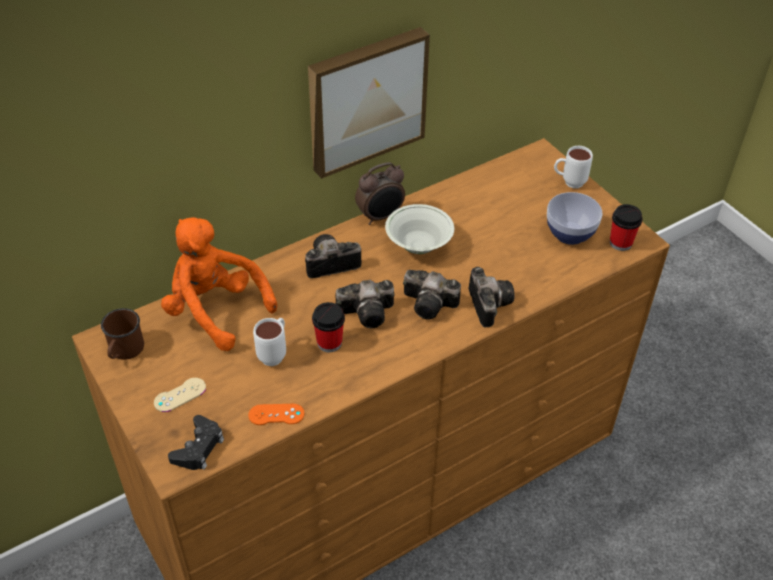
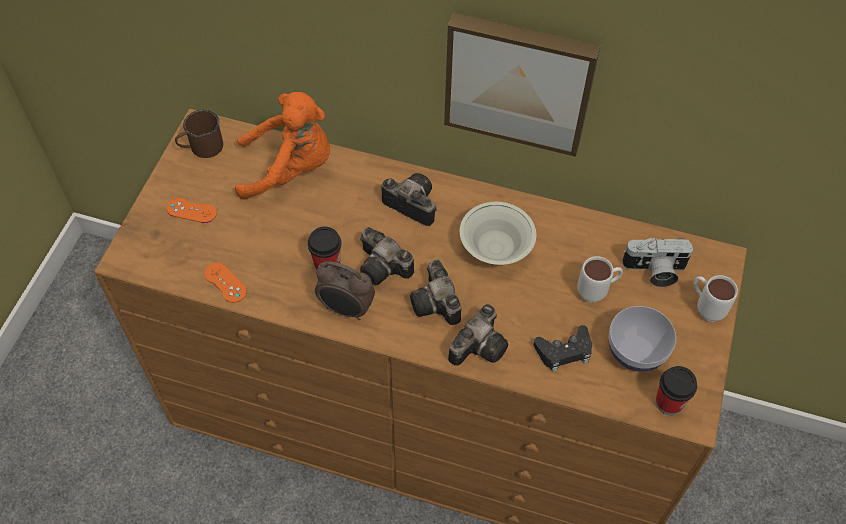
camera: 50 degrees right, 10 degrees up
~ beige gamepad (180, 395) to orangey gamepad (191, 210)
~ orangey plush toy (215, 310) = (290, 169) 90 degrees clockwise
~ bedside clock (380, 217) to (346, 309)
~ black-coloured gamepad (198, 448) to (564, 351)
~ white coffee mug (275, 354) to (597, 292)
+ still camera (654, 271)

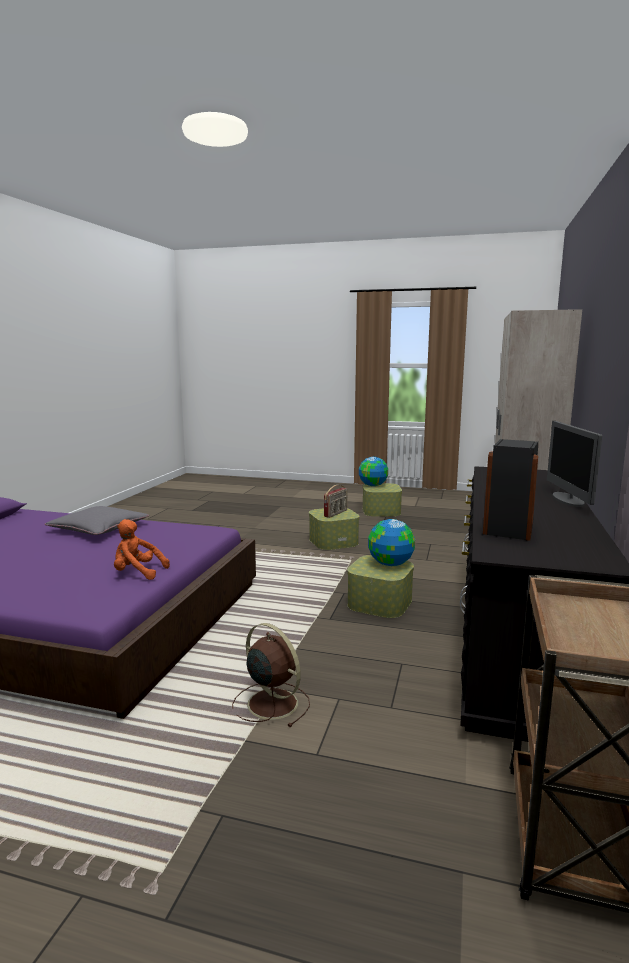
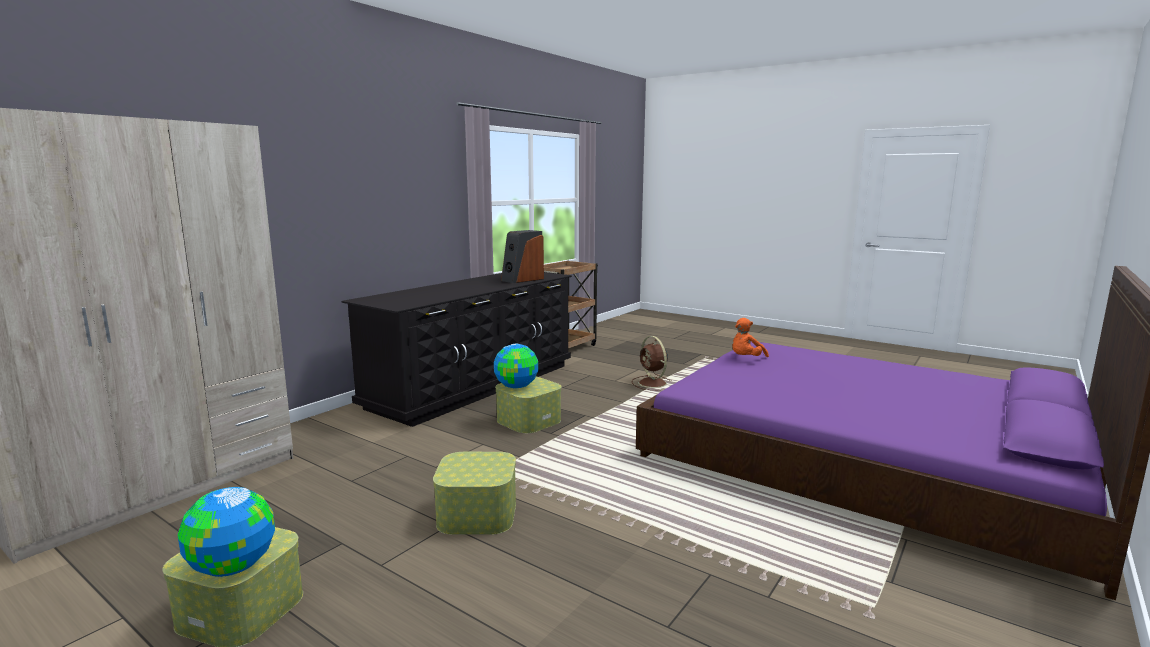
camera: 160 degrees left, 0 degrees up
~ orangey plush toy (137, 573) = (746, 359) 105 degrees clockwise
- greyish cushion (99, 528)
- radio (336, 513)
- monitor (568, 500)

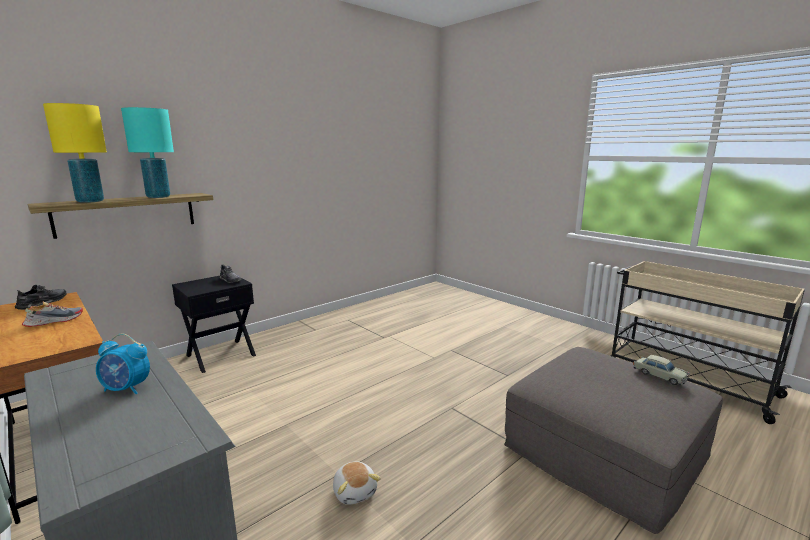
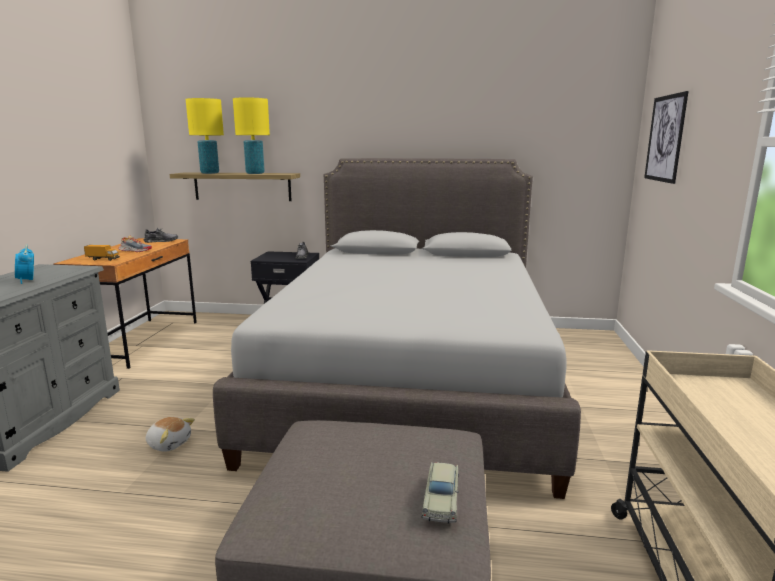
camera: 50 degrees right, 0 degrees up
+ toy truck (103, 259)
~ plush toy (355, 491) = (169, 443) 90 degrees counterclockwise
+ greyish sleeping bed (411, 380)
~ blue-green lamp for a table (158, 197) to yellow-coloured lamp for a table (255, 173)
+ wall art (665, 138)

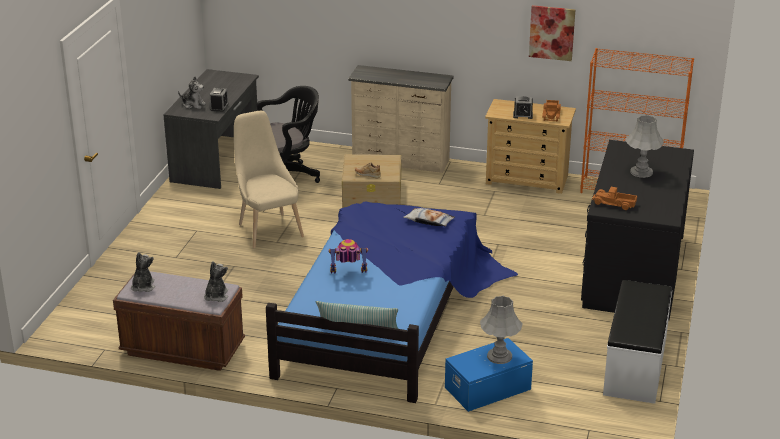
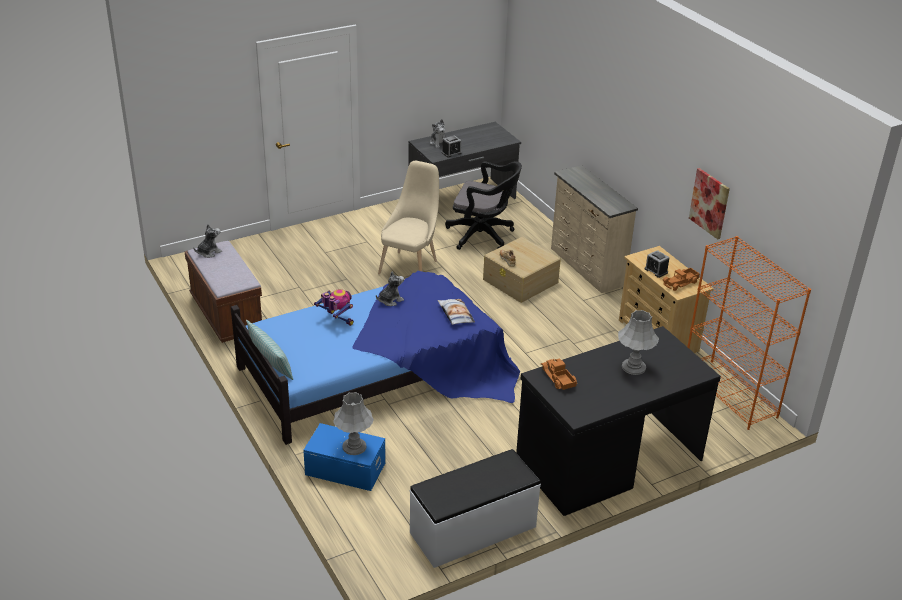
camera: 45 degrees right, 5 degrees up
~ plush toy (216, 296) to (390, 300)

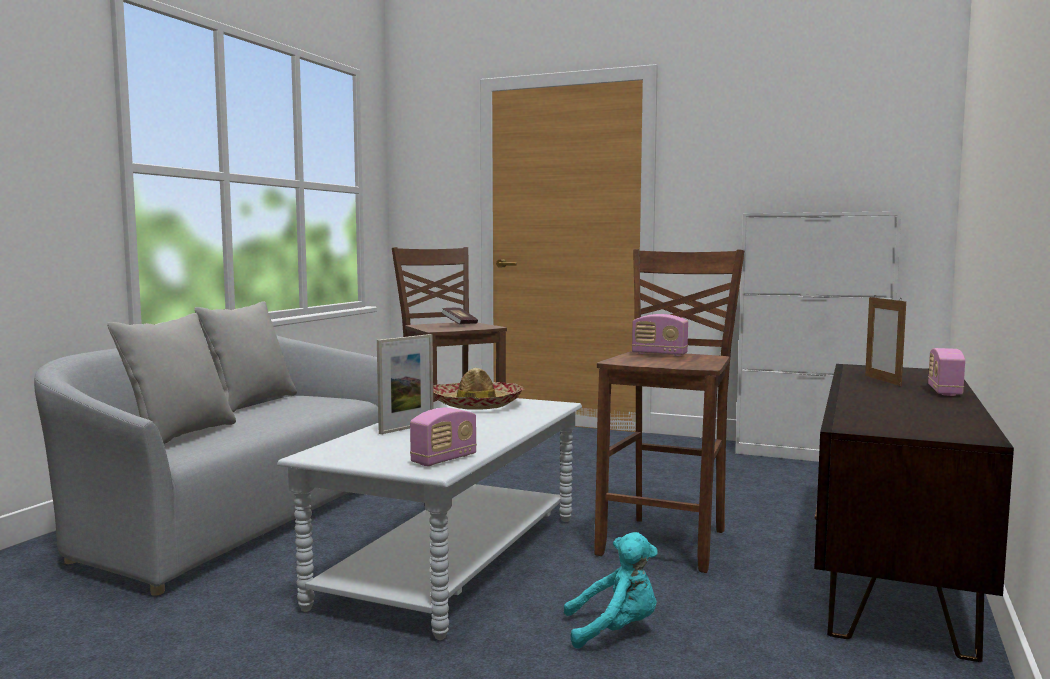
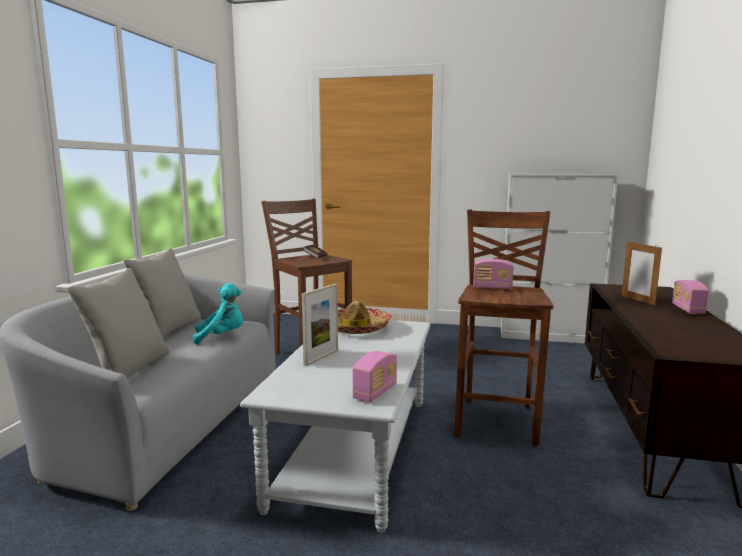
camera: 10 degrees left, 5 degrees up
~ blue-green plush toy (615, 630) to (222, 336)

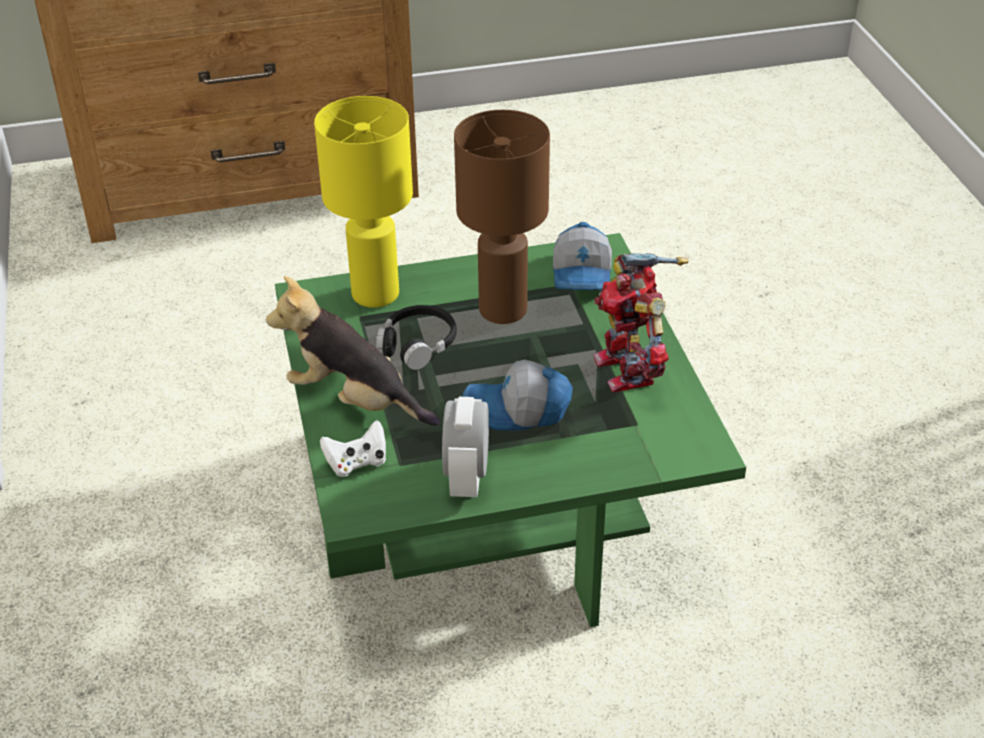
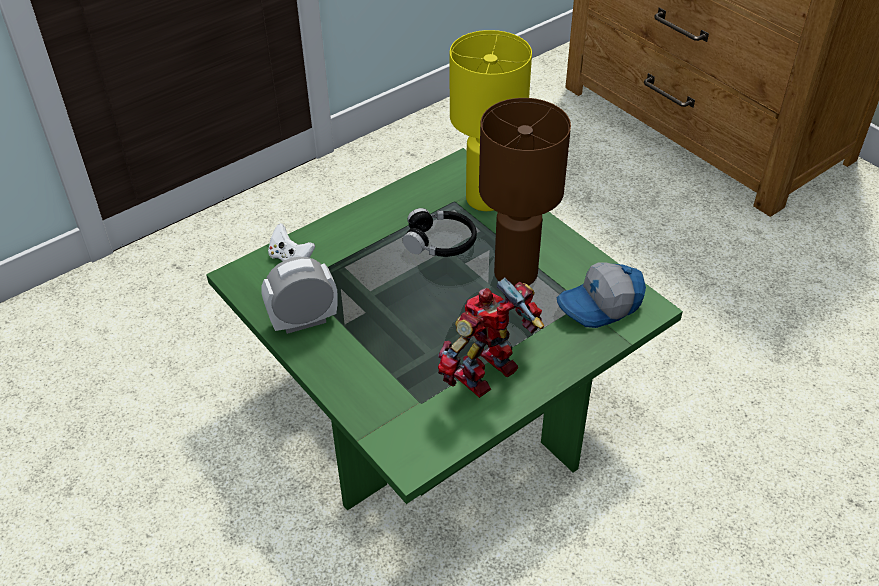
camera: 65 degrees right, 5 degrees up
- plush toy (354, 401)
- cap (518, 411)

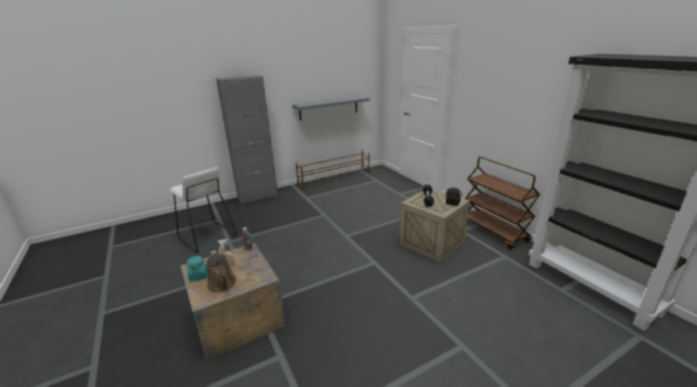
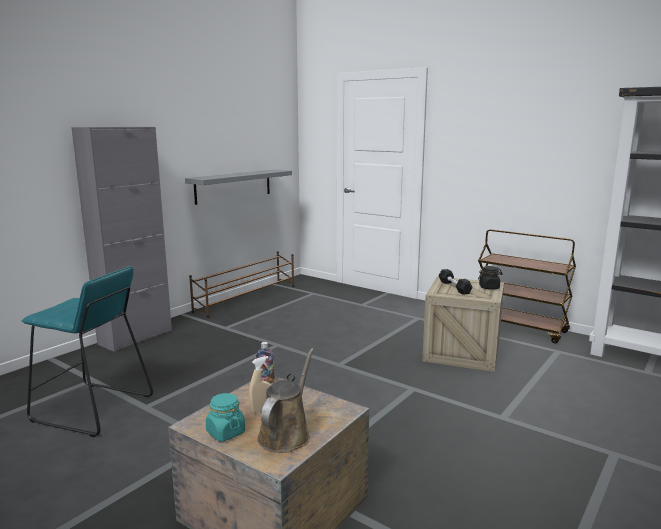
camera: 25 degrees left, 10 degrees down
~ white sitting stool (206, 237) to blue-green sitting stool (92, 409)
~ brown sprinkling can (222, 285) = (286, 434) 105 degrees counterclockwise

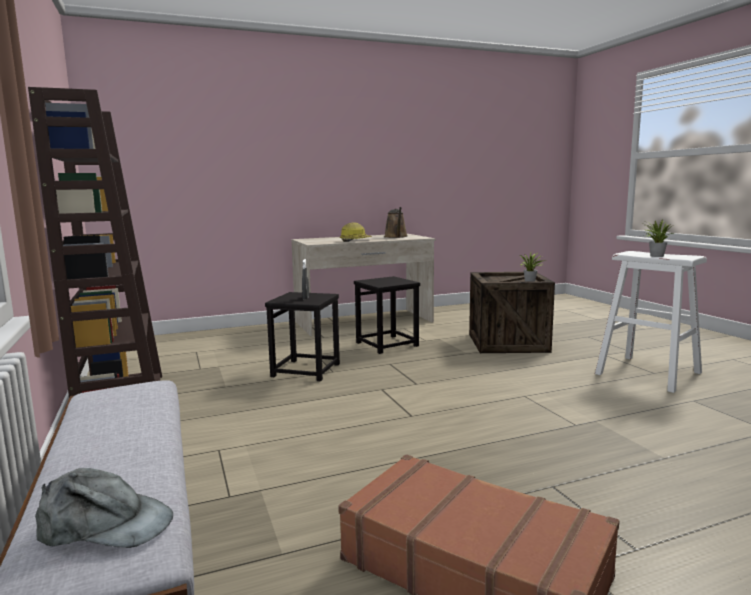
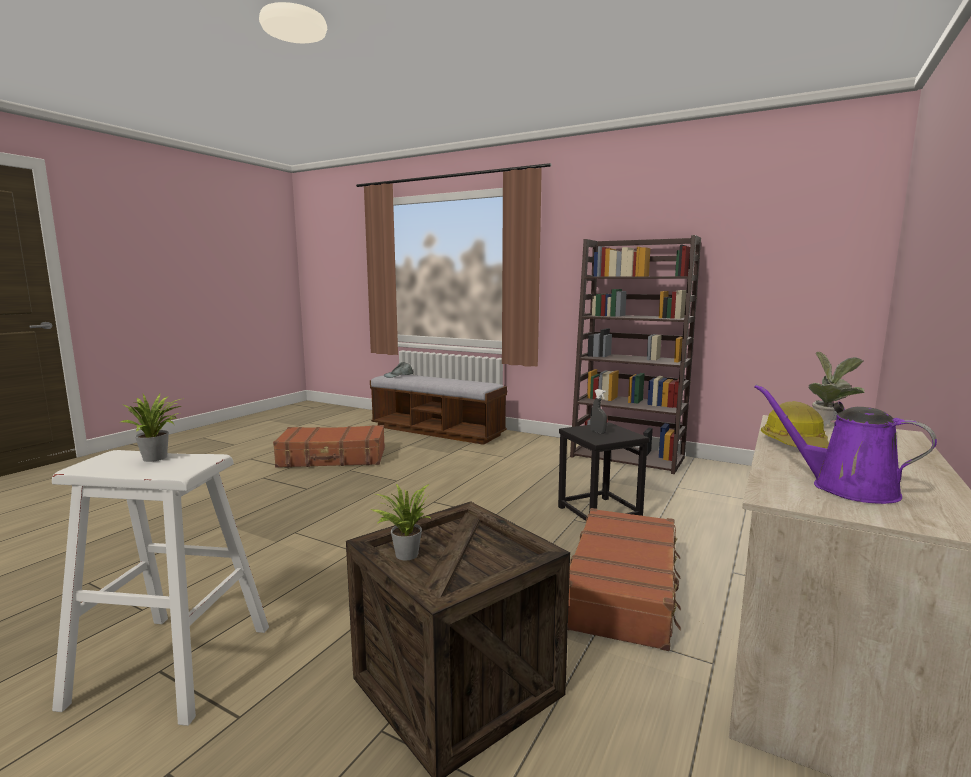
camera: 140 degrees right, 0 degrees up
~ black-coloured sitting stool (387, 344) to brown travel case (624, 589)
~ brown sprinkling can (396, 237) to purplish sprinkling can (845, 487)
+ plant in a pot (829, 426)

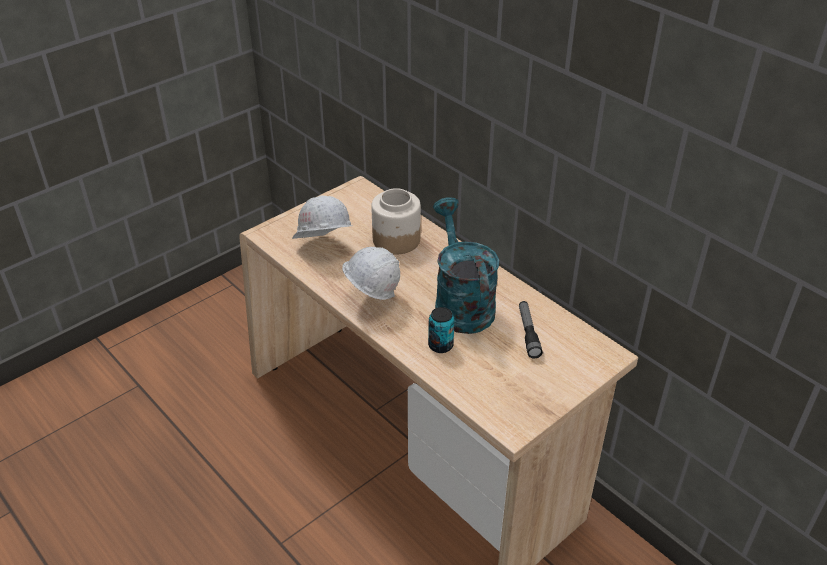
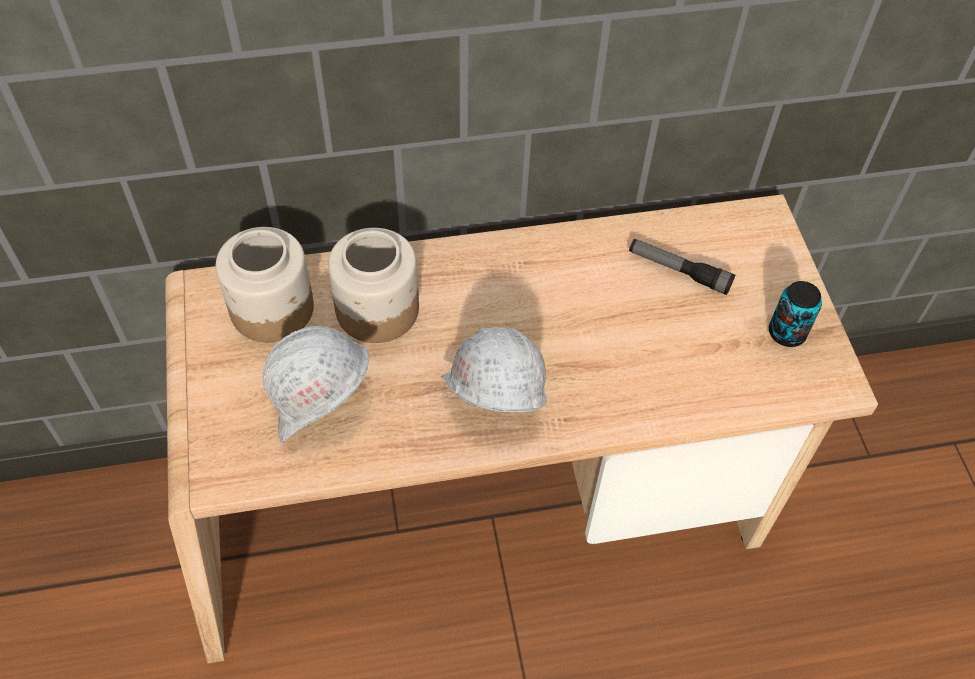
camera: 60 degrees left, 15 degrees up
+ jar (273, 309)
~ sealed can (440, 345) to (786, 333)
- blue-green sprinkling can (460, 302)

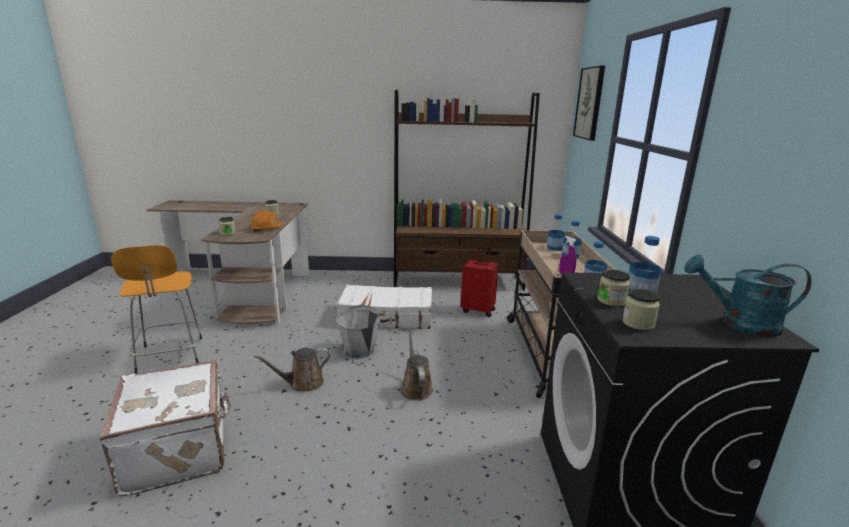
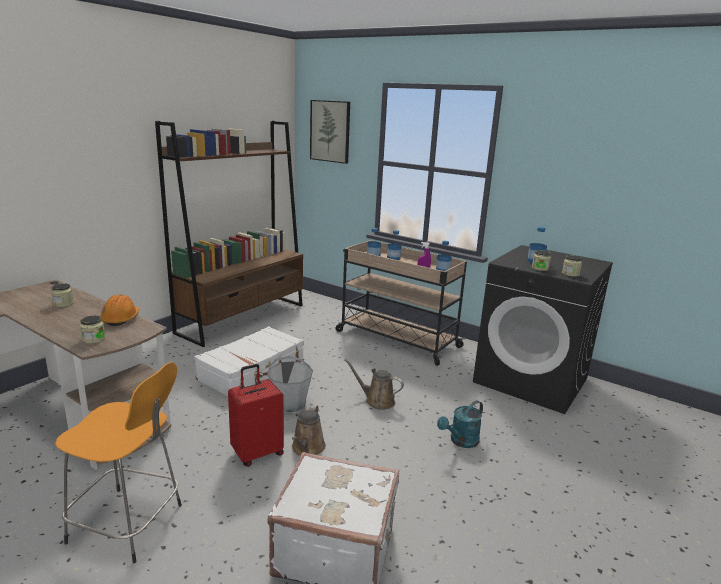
camera: 55 degrees left, 0 degrees up
~ red travel case (478, 310) to (257, 453)
~ blue-green sprinkling can (739, 324) to (461, 441)

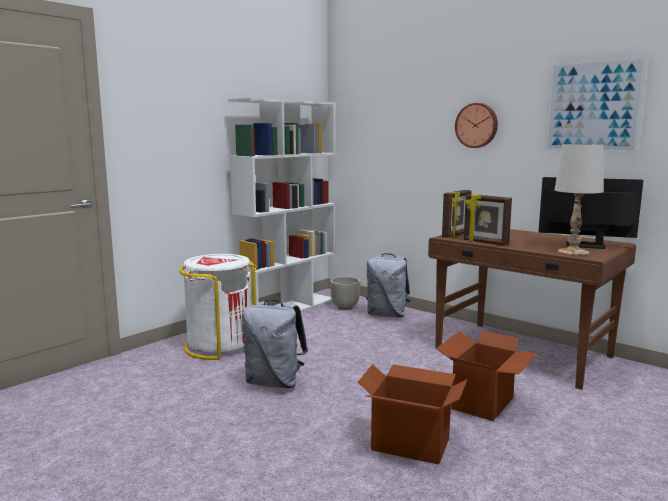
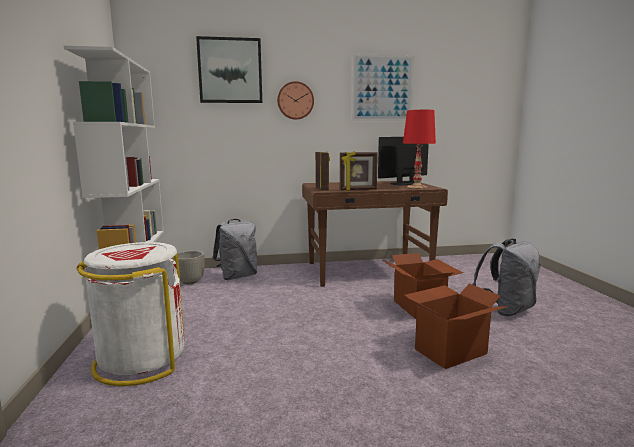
camera: 50 degrees left, 0 degrees up
+ wall art (230, 71)
~ white lamp for a table (573, 252) to red lamp for a table (417, 187)
~ greyish rucksack (274, 383) to (506, 310)

